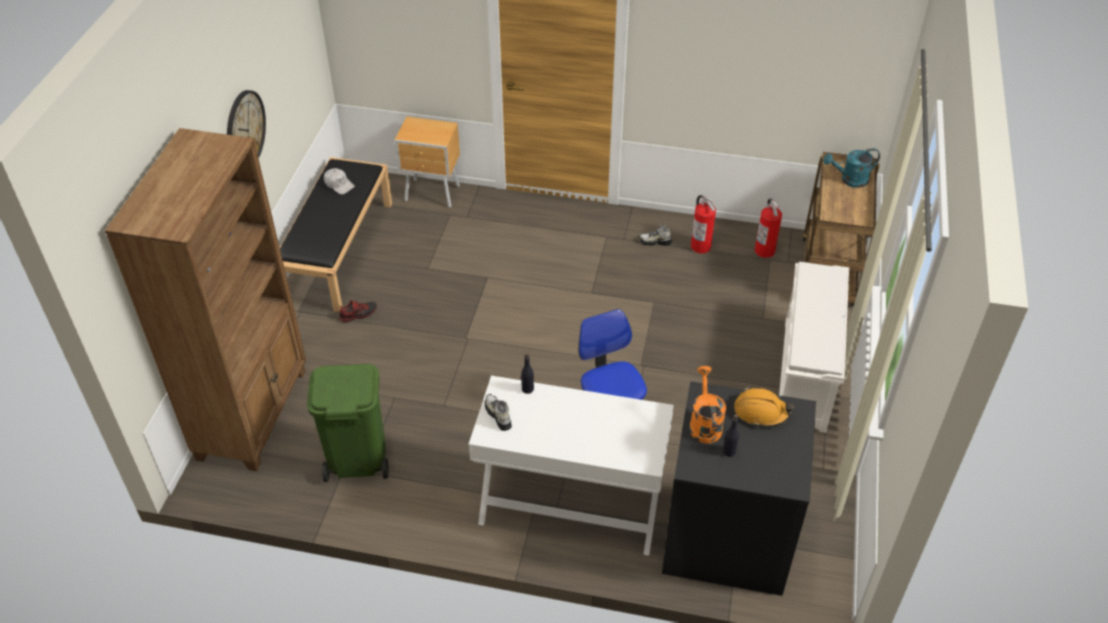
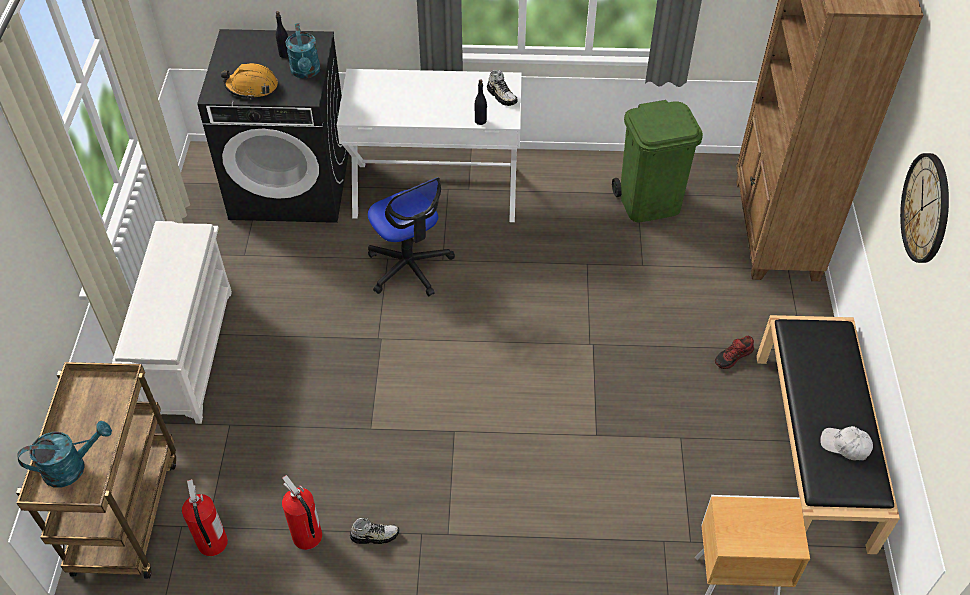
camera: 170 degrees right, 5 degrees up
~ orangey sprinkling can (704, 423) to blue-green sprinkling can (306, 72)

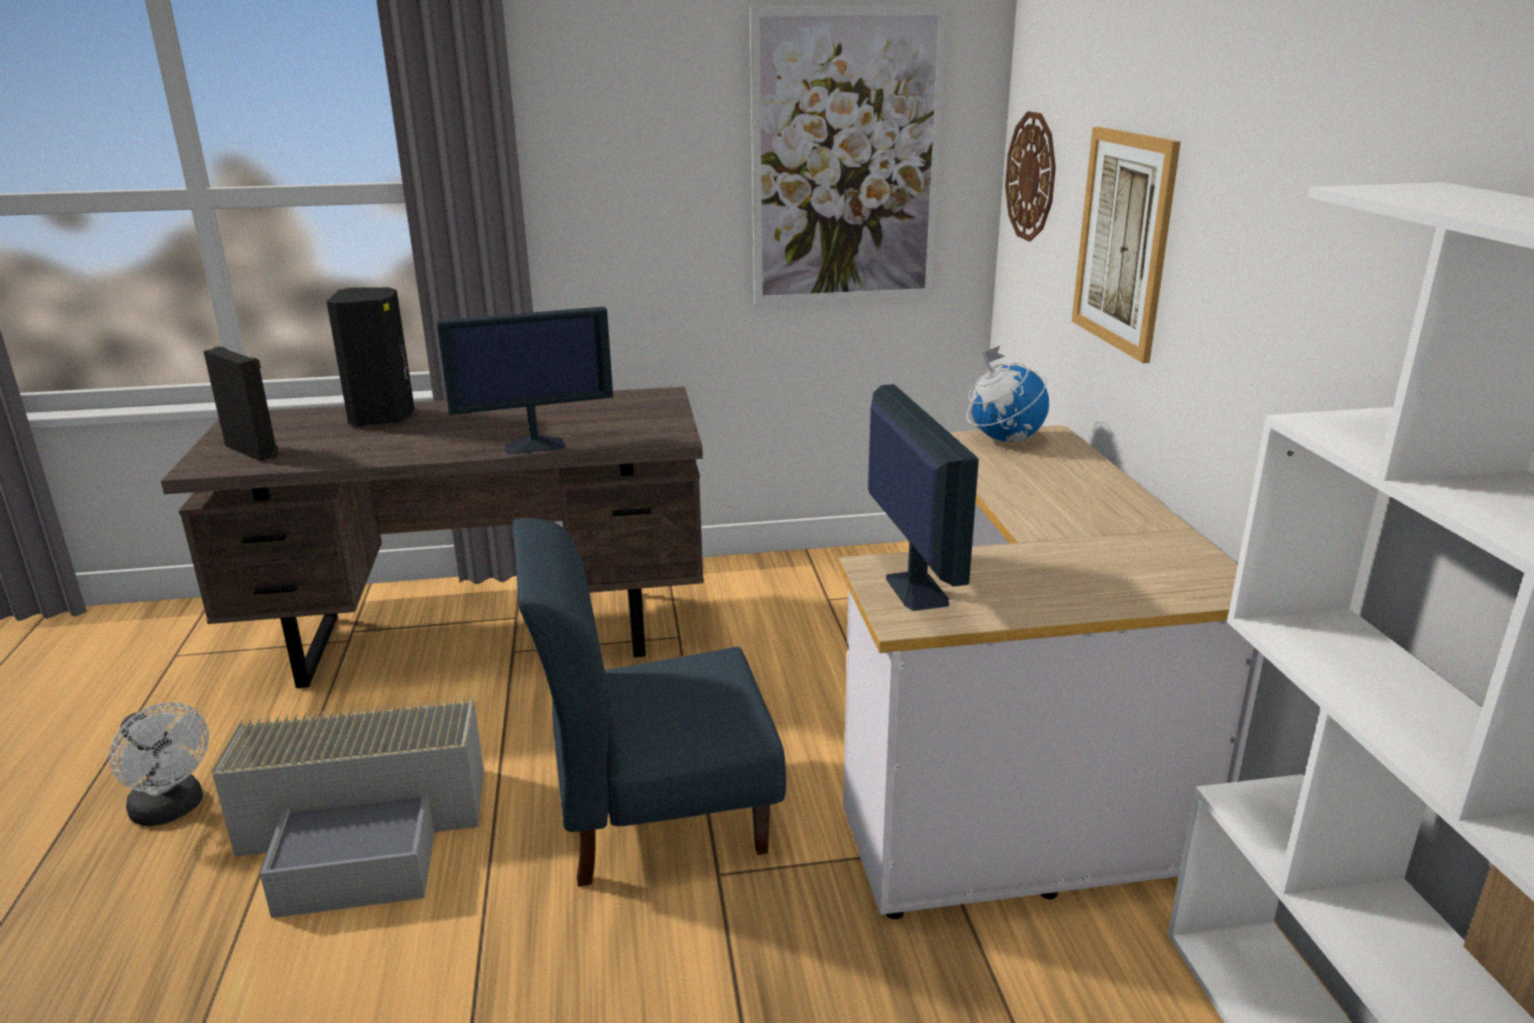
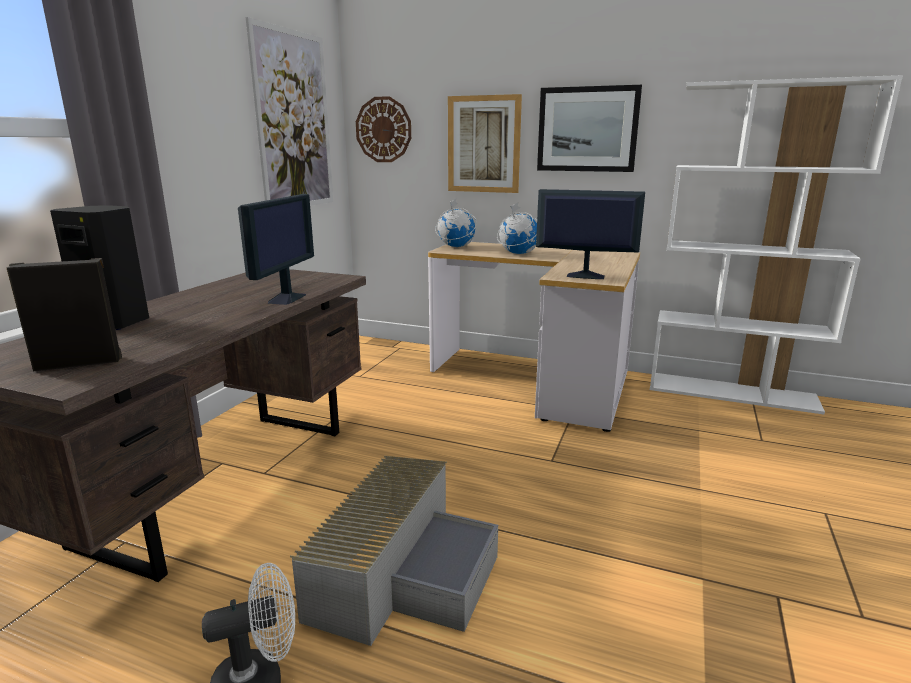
camera: 60 degrees left, 5 degrees down
+ globe (518, 254)
+ wall art (587, 129)
- blue-coloured upright chair (658, 814)

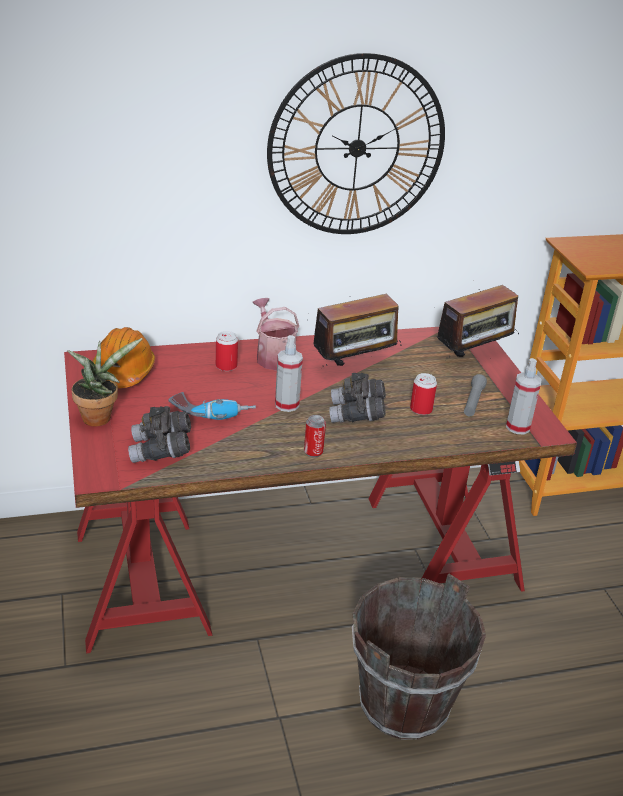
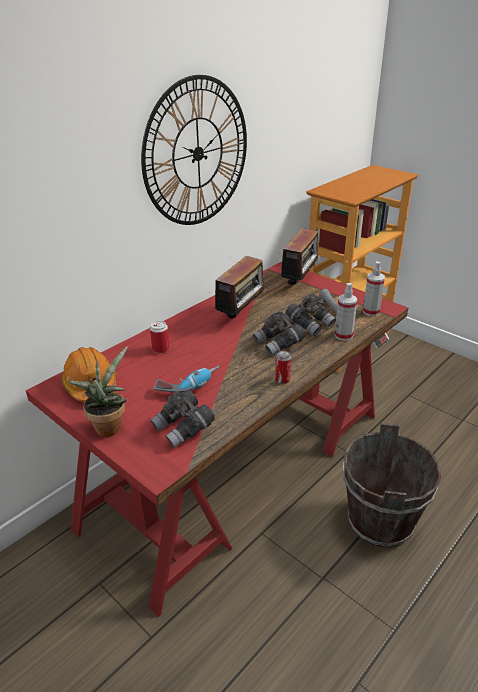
camera: 30 degrees left, 0 degrees up
~ sealed can (421, 409) to greyish binoculars (310, 324)
~ spray bottle (287, 404) to (343, 335)
- sprinkling can (273, 356)

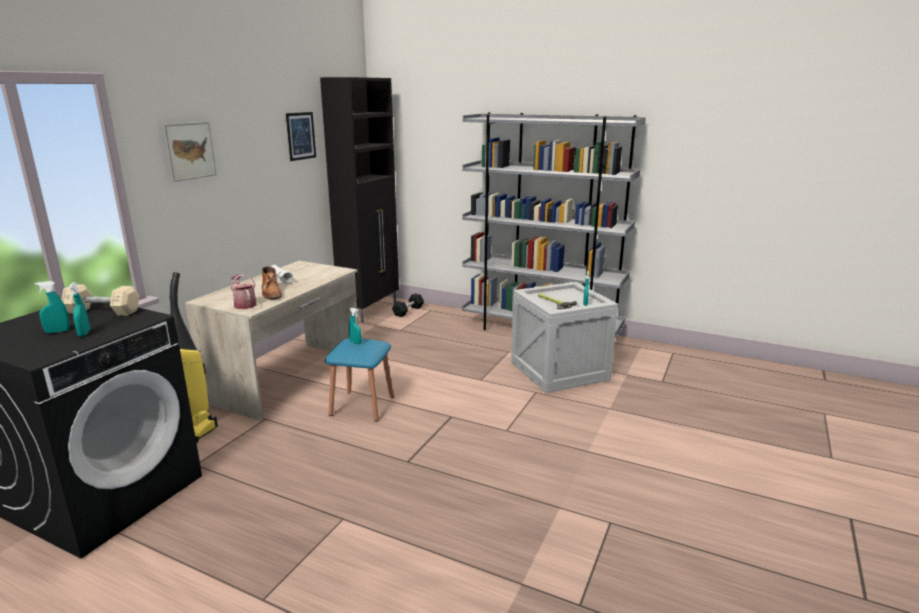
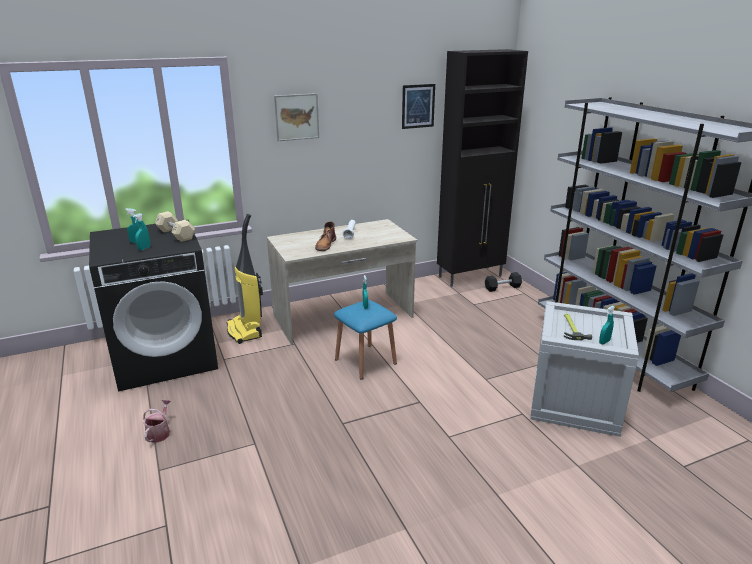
camera: 40 degrees right, 5 degrees up
~ sprinkling can (244, 304) to (160, 432)

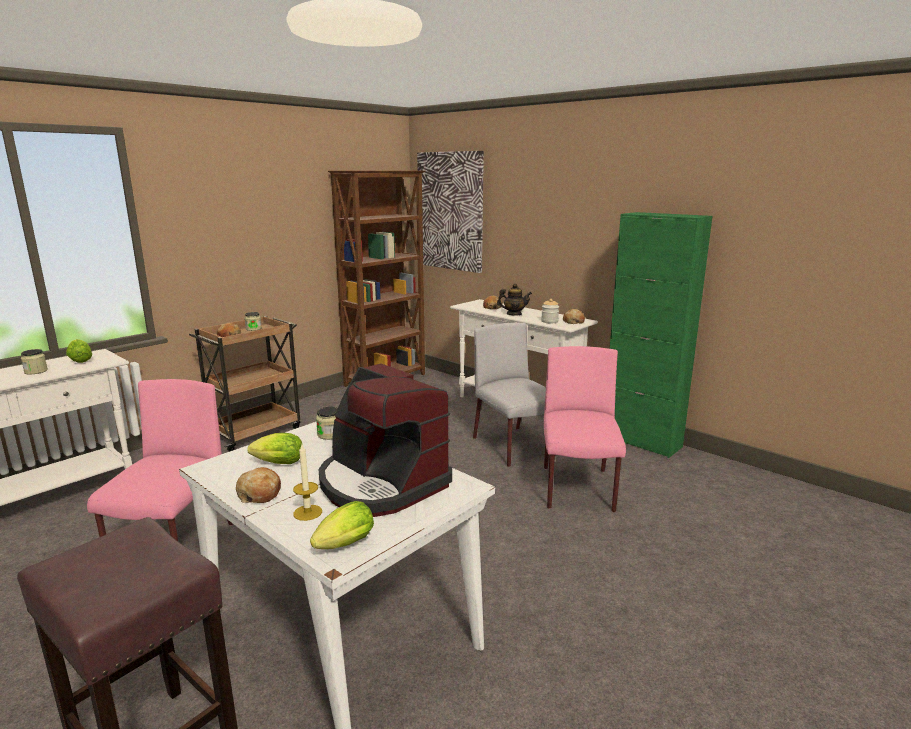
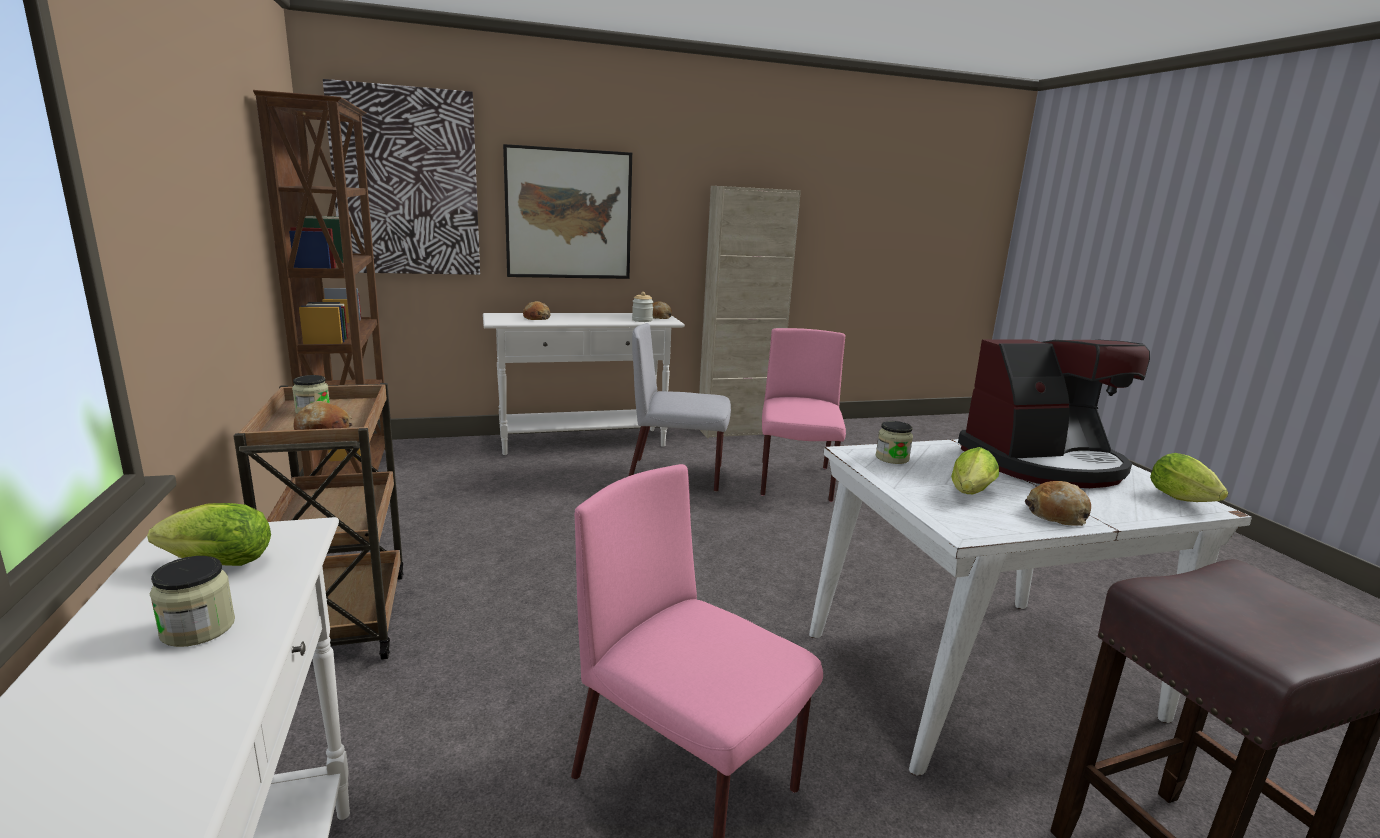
camera: 60 degrees left, 0 degrees up
+ wall art (569, 214)
~ green cupboard (641, 442) to beige cupboard (737, 431)
~ pink-coloured upright chair (577, 489) = (795, 482) 60 degrees clockwise
- wax candle (307, 512)
- teapot (514, 314)

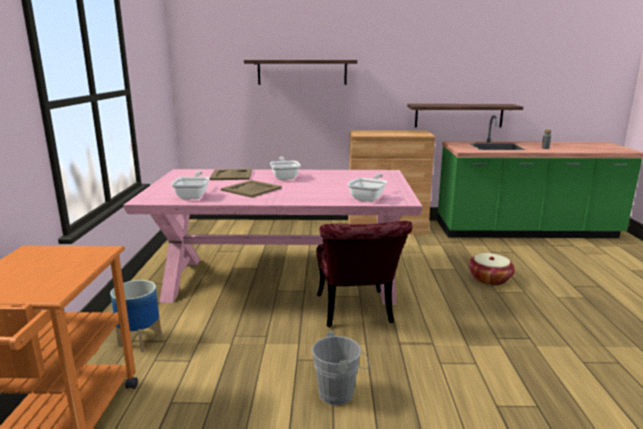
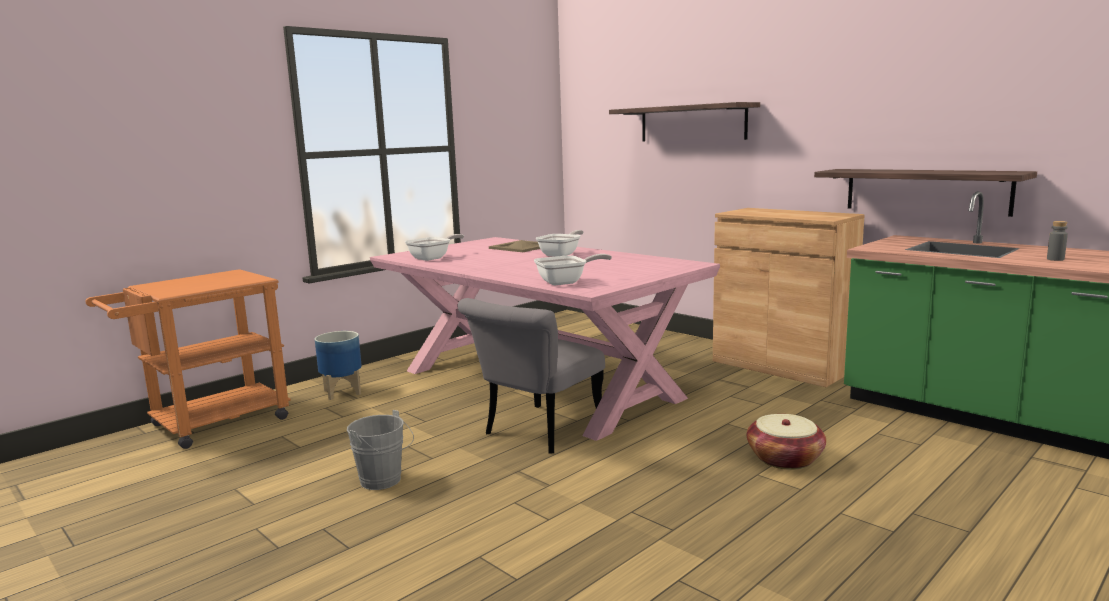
camera: 45 degrees right, 5 degrees down
~ red upright chair (356, 313) to greyish upright chair (537, 433)
- beige carrying tray (250, 189)

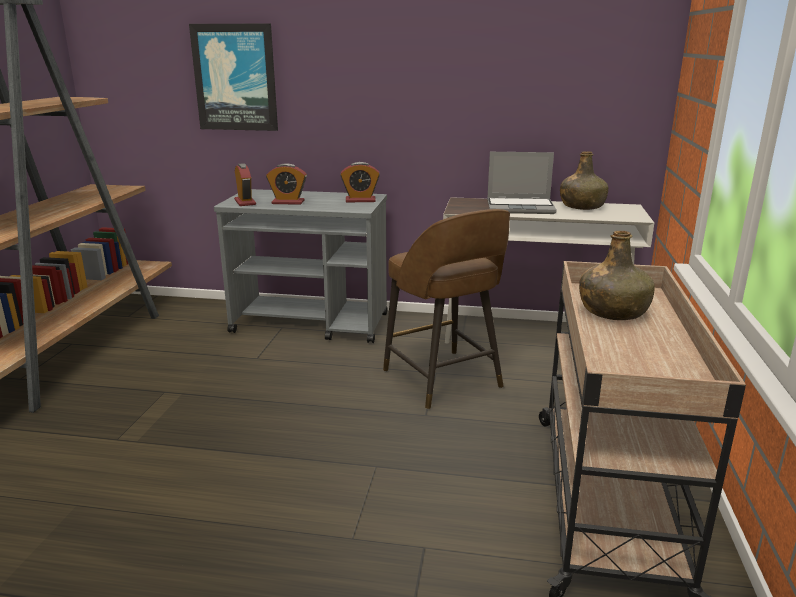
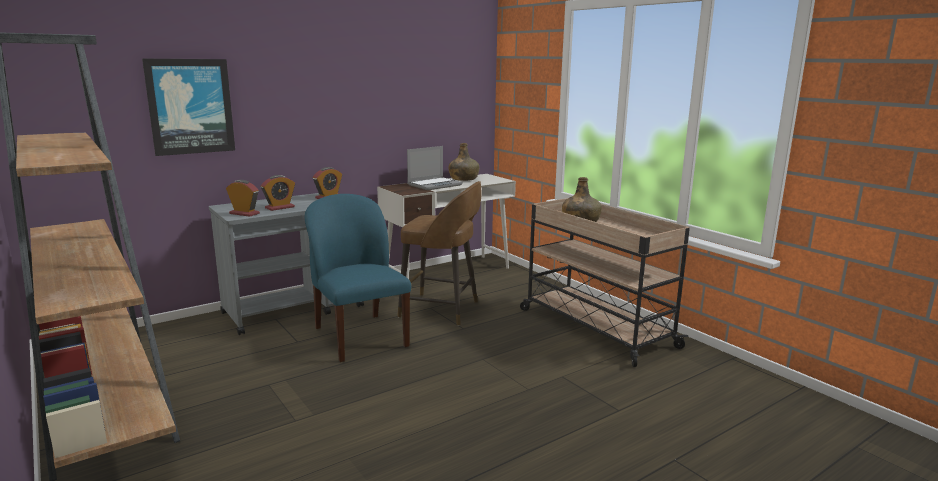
camera: 45 degrees left, 5 degrees down
+ blue-coloured upright chair (359, 336)

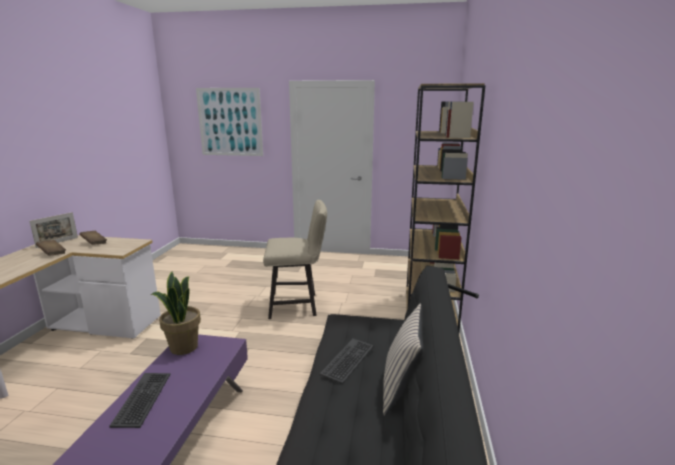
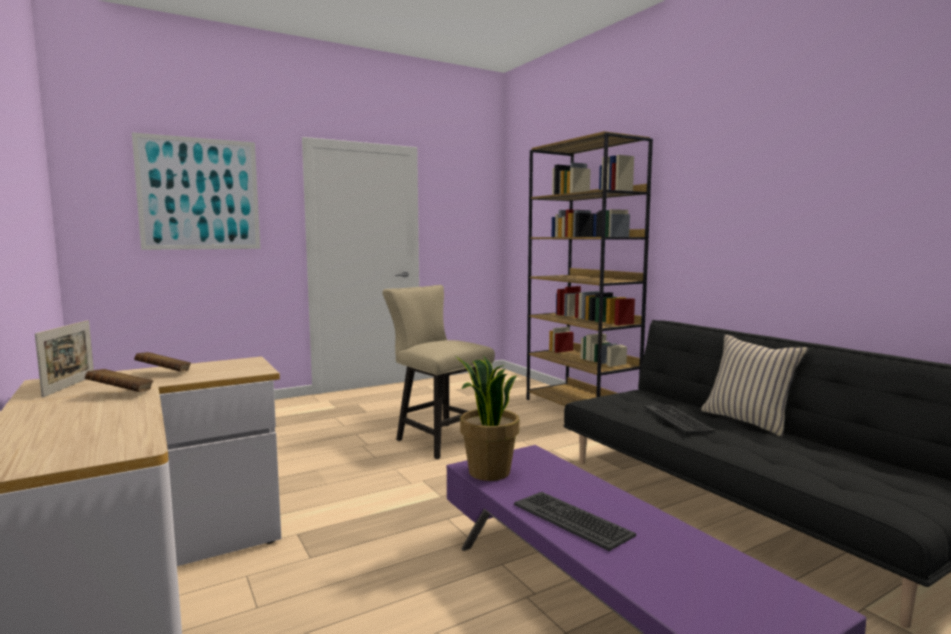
camera: 40 degrees left, 10 degrees down
~ beige upright chair (297, 305) = (438, 438) 90 degrees counterclockwise

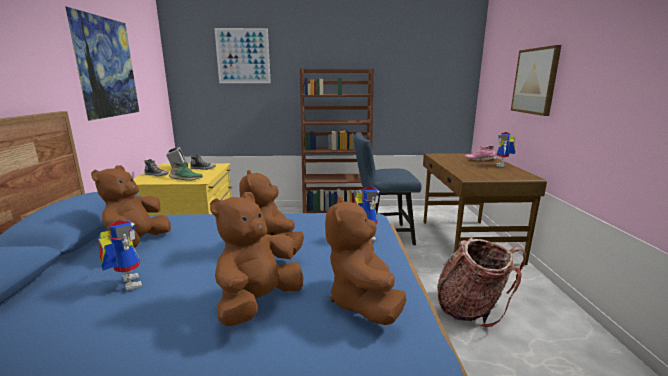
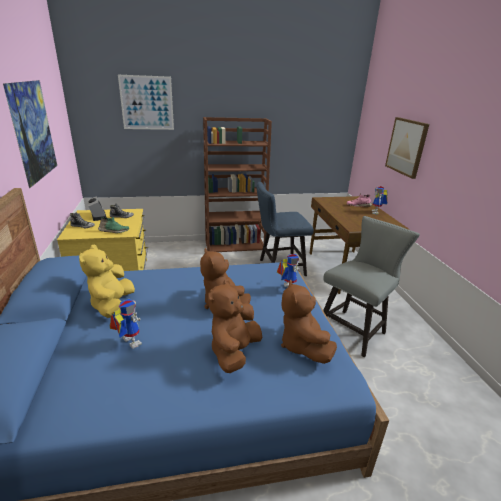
camera: 10 degrees left, 10 degrees up
~ brown plush toy (137, 244) to yellow-coloured plush toy (112, 305)
~ rucksack (472, 309) to greyish upright chair (354, 329)

